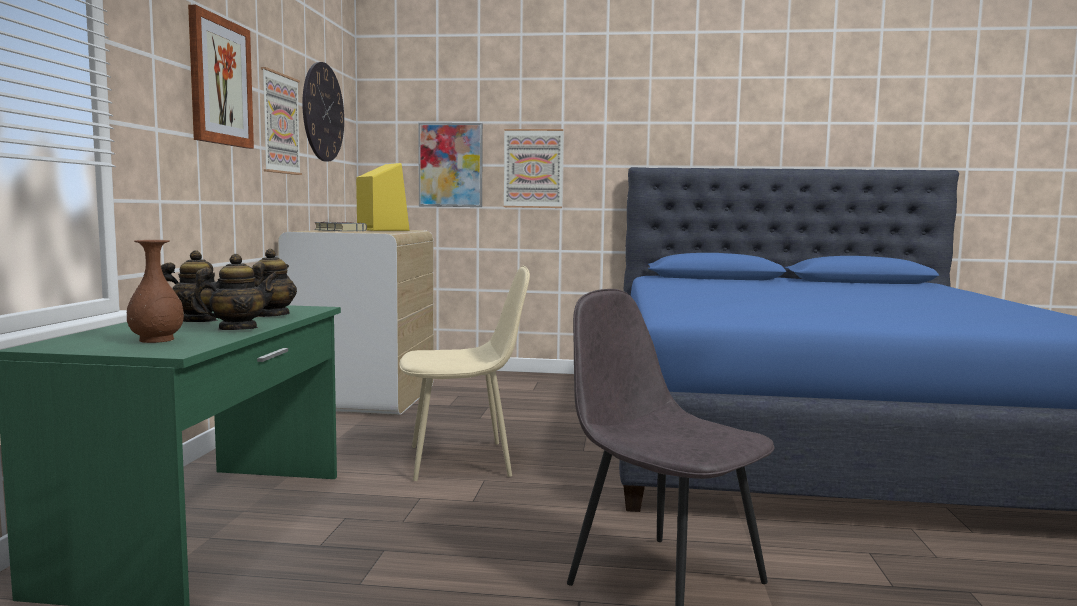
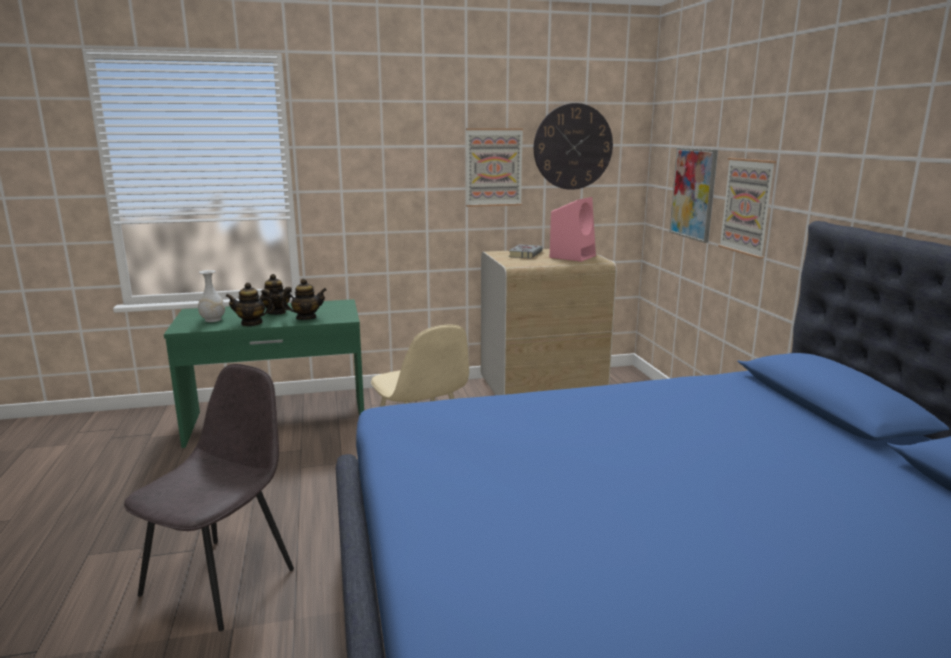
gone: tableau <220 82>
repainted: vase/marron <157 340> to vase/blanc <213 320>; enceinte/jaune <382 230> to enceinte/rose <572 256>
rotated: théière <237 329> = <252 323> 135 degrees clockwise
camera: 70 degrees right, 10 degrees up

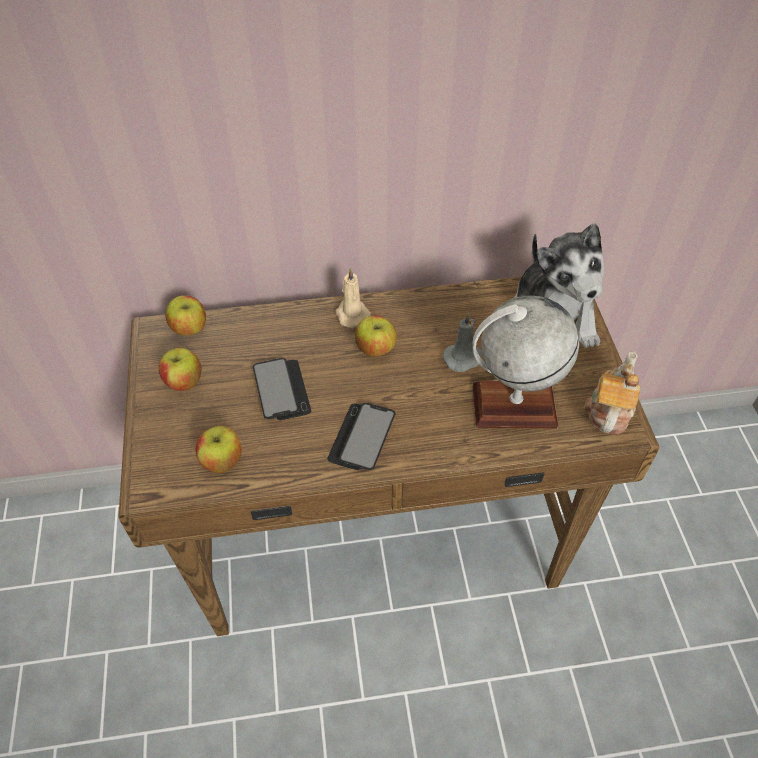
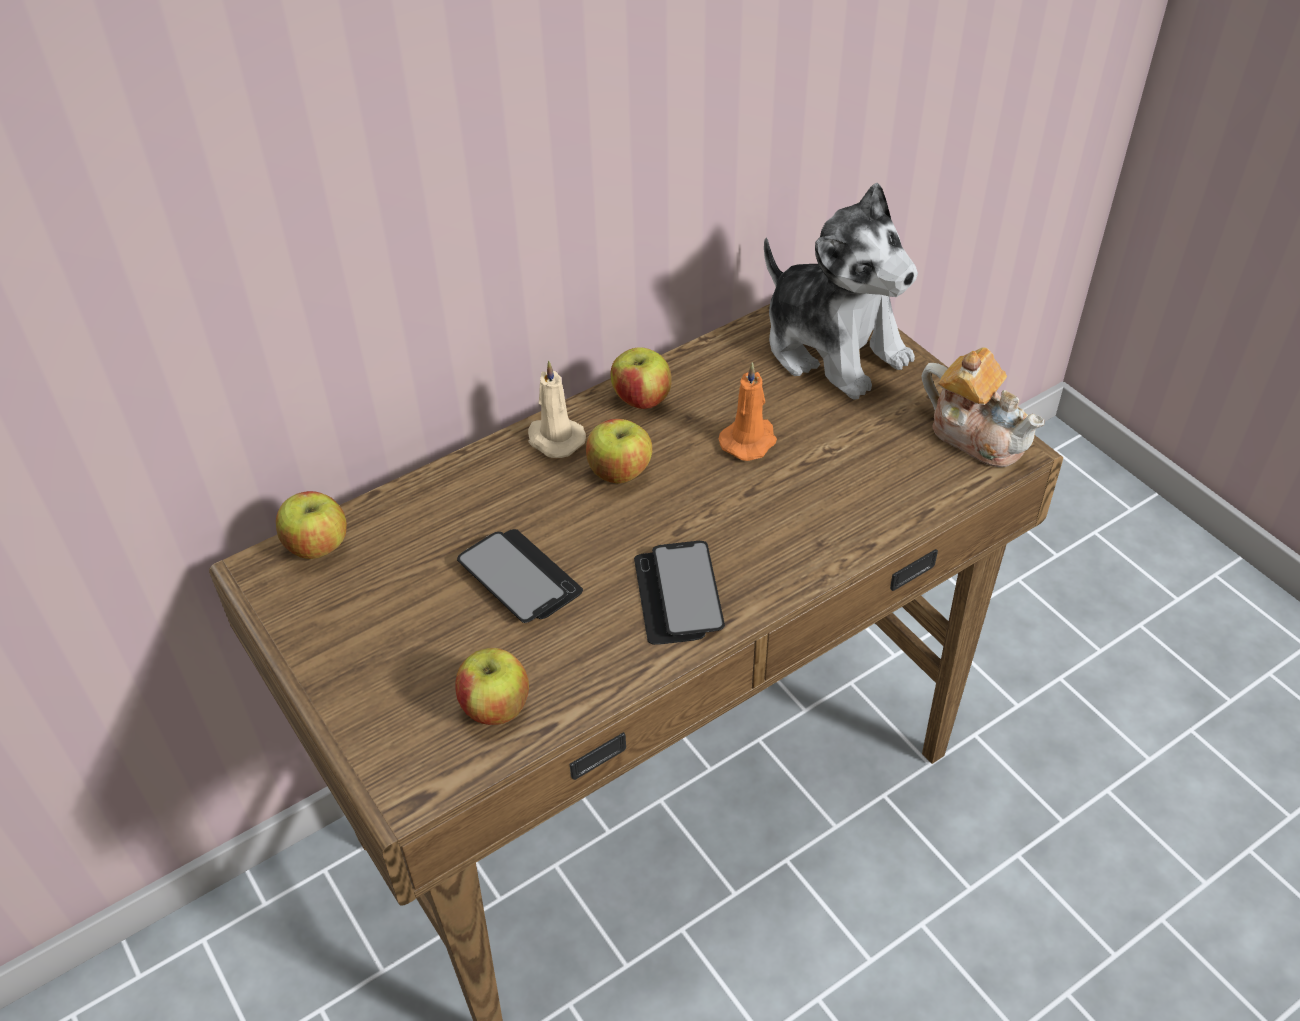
gone: globe <513 405>
shifted: pomme <184 382> to <641 400>
repainted: bougie/gris <463 358> to bougie/orange <749 440>
rotated: théière <609 409> = <976 434> 135 degrees clockwise
camera: 25 degrees left, 5 degrees down

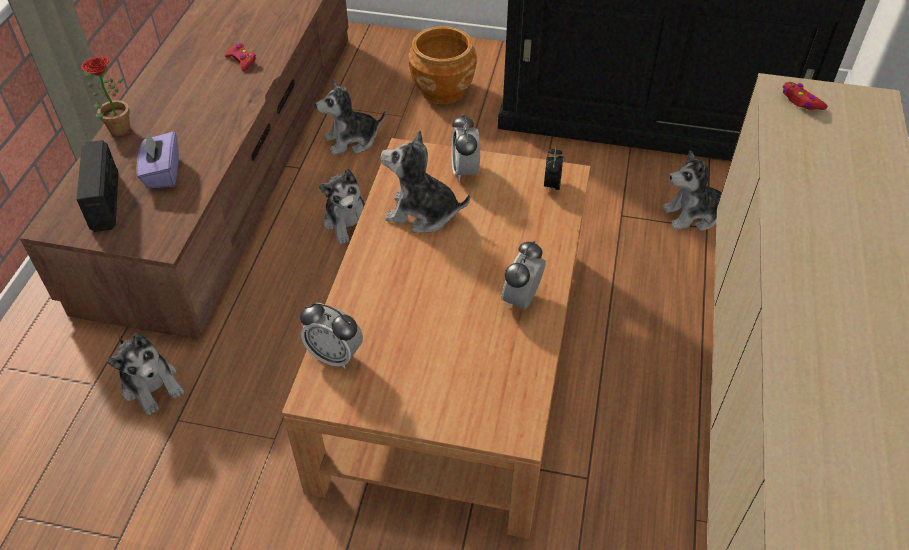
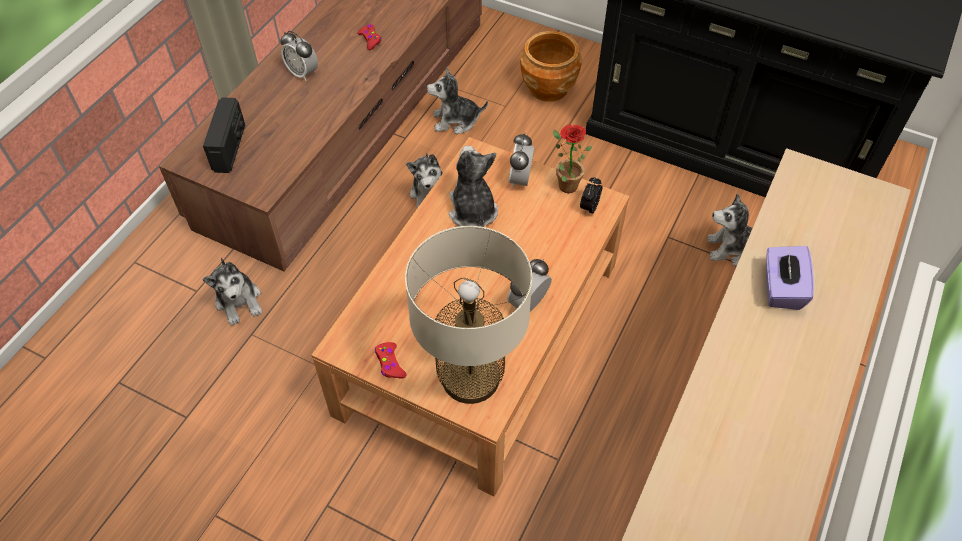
new: lampe de table <470 378>
shifted: plante en pot <116 129> to <564 184>; boîte à mouchoirs/violet <162 173> to <781 288>; réveil <335 355> to <302 73>; manette/rouge <801 101> to <390 364>
rotated: peluche <422 213> = <472 211> 45 degrees clockwise
camera: 15 degrees right, 5 degrees up

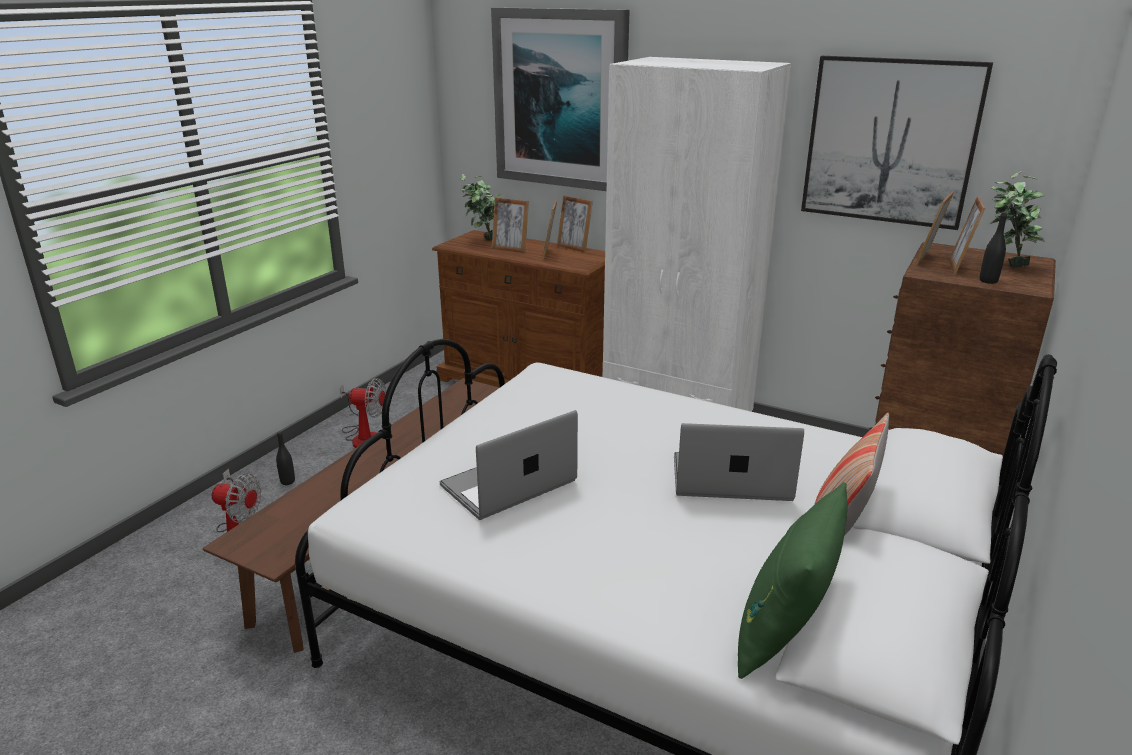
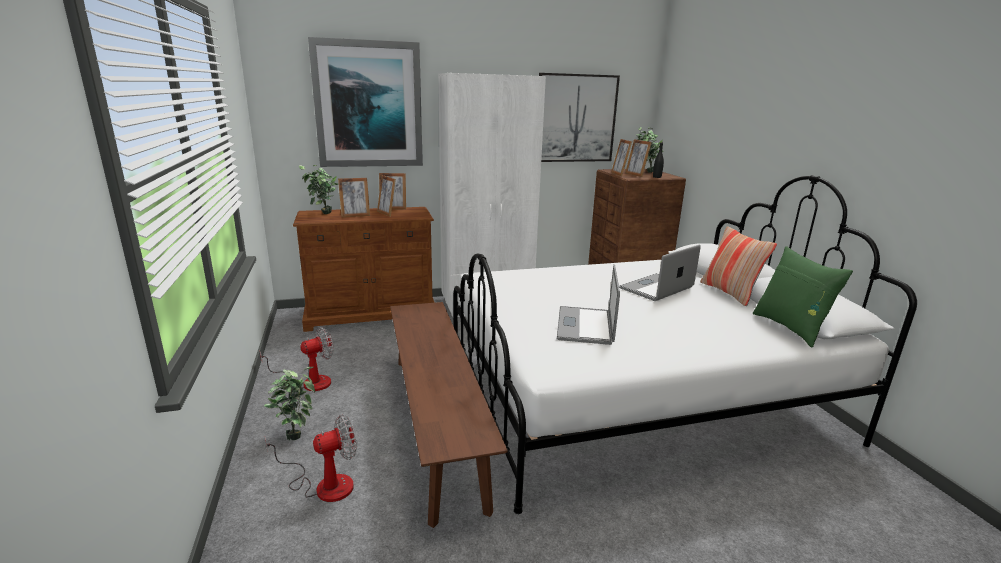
swapped: bouteille/noir <287 481> to plante en pot <296 433>
camera: 45 degrees left, 5 degrees down

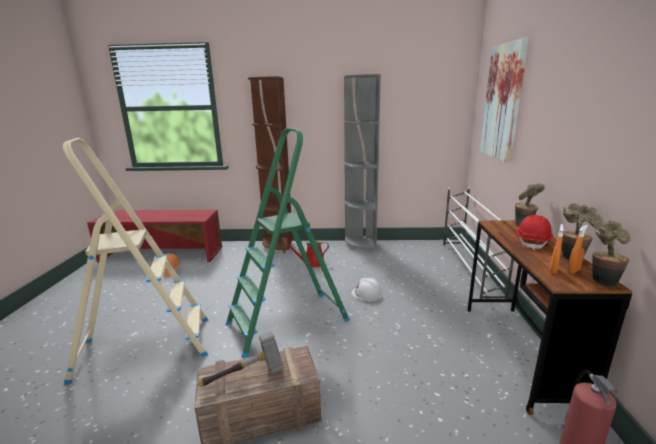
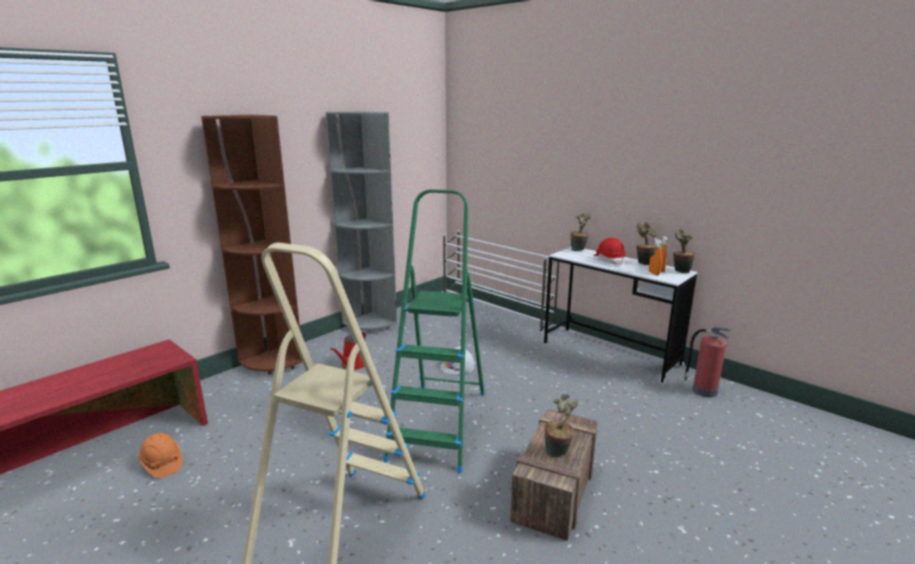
gone: tableau <503 102>
swapped: marteau <245 378> to plante en pot <558 453>
repainted: bureau/marron <519 352> to bureau/blanc <610 354>
camera: 50 degrees left, 0 degrees up

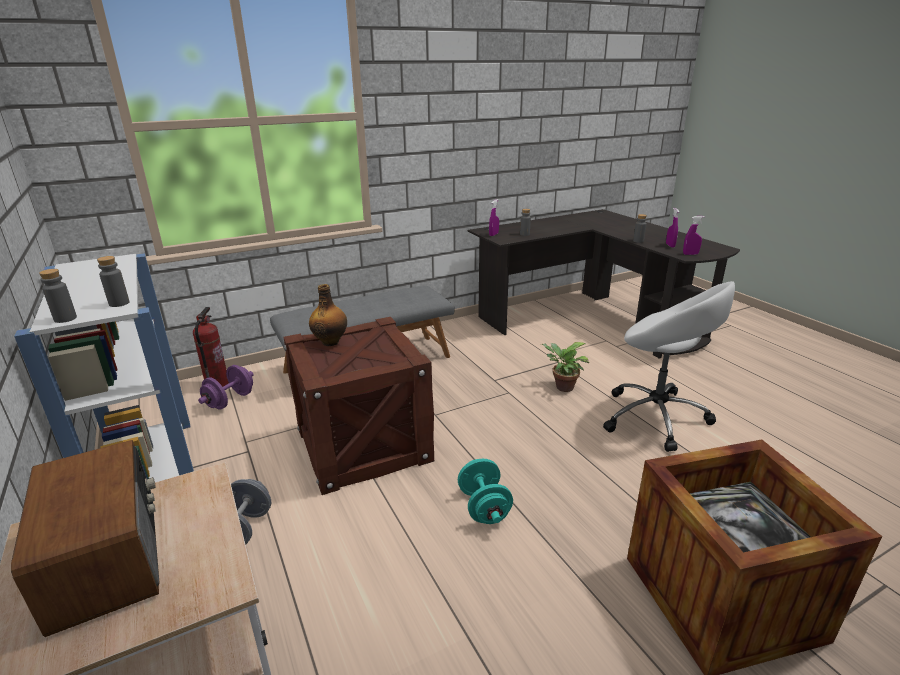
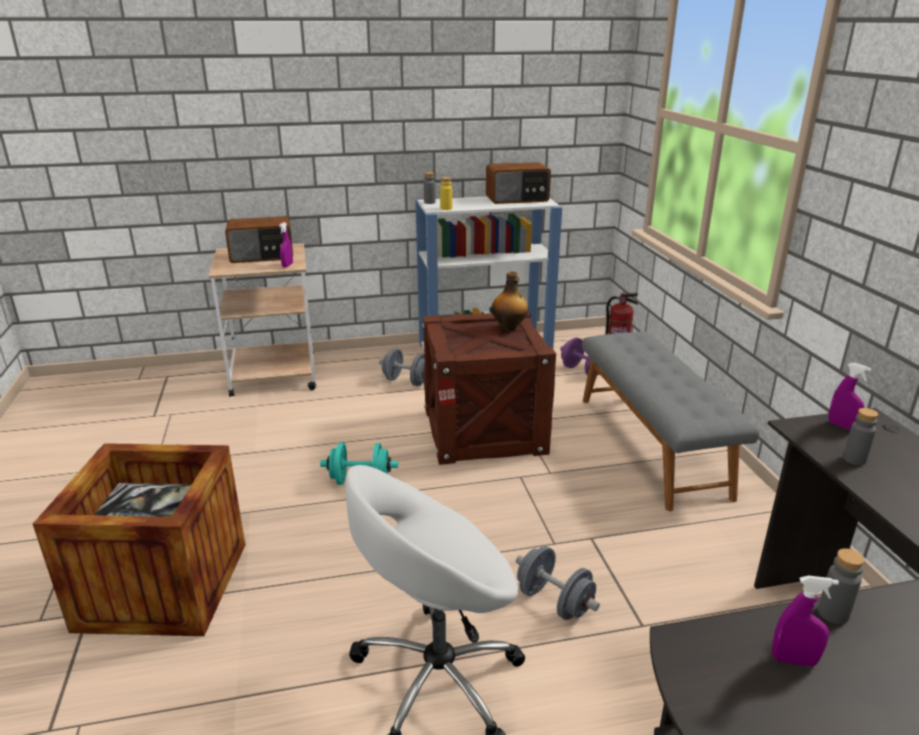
new: radio <517 199>
shifted: vaporisateur/violet <690 254> to <287 265>
swapped: plante en pot <562 387> to haltère/gris <554 602>
repainted: bouteille/gris <119 303> to bouteille/jaune <446 208>
camera: 105 degrees right, 0 degrees up

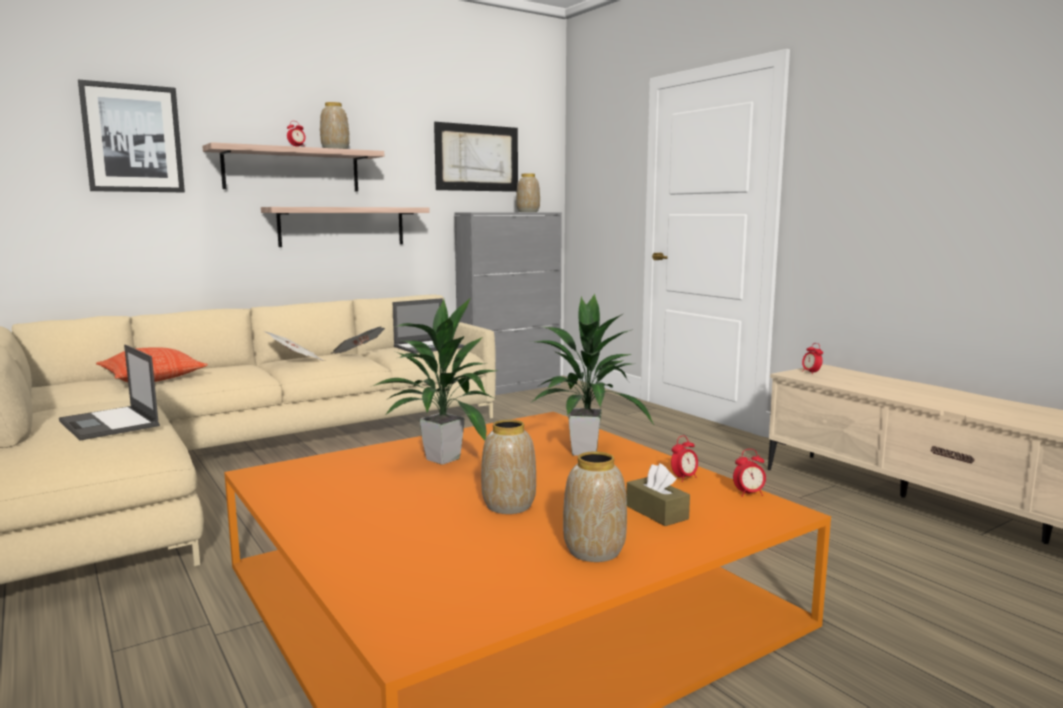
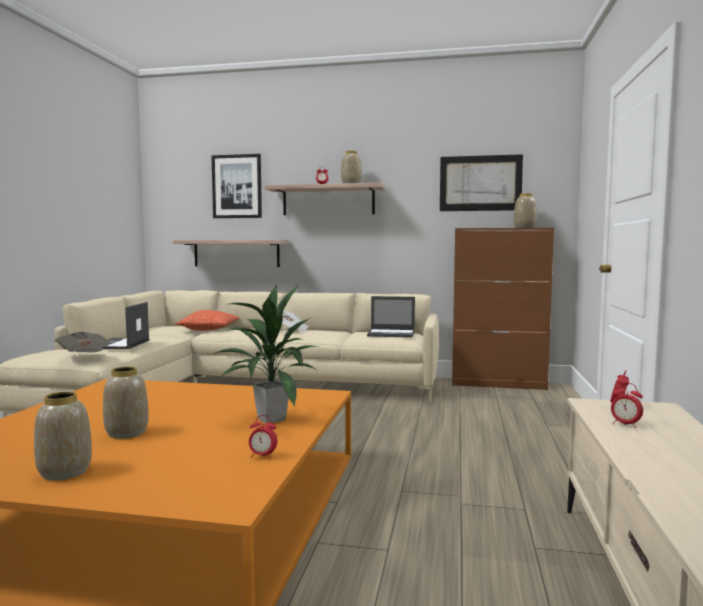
gone: plante en pot <441 459>; boîte à mouchoirs/marron <656 512>
shifted: étagère <342 226> to <236 253>; journal <358 355> to <85 357>; réveil <749 494> to <625 425>
repainted: meuble de rangement/gris <510 388> to meuble de rangement/marron <498 384>
camera: 45 degrees right, 5 degrees down

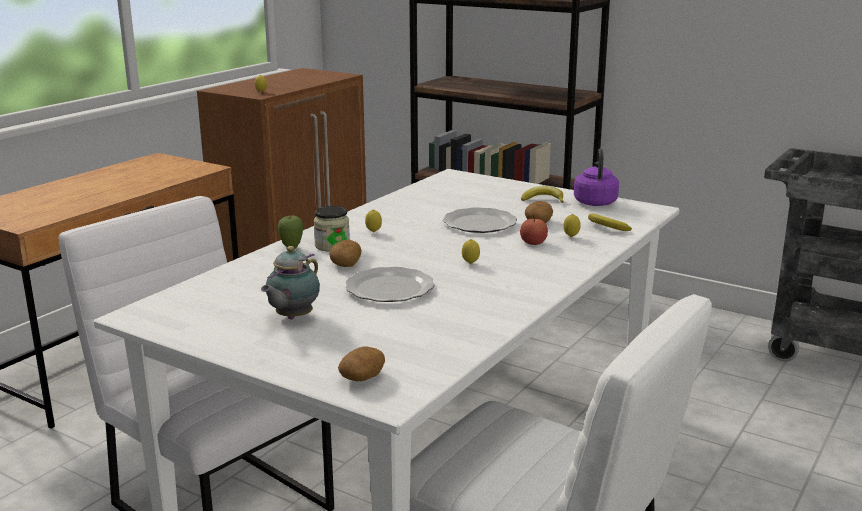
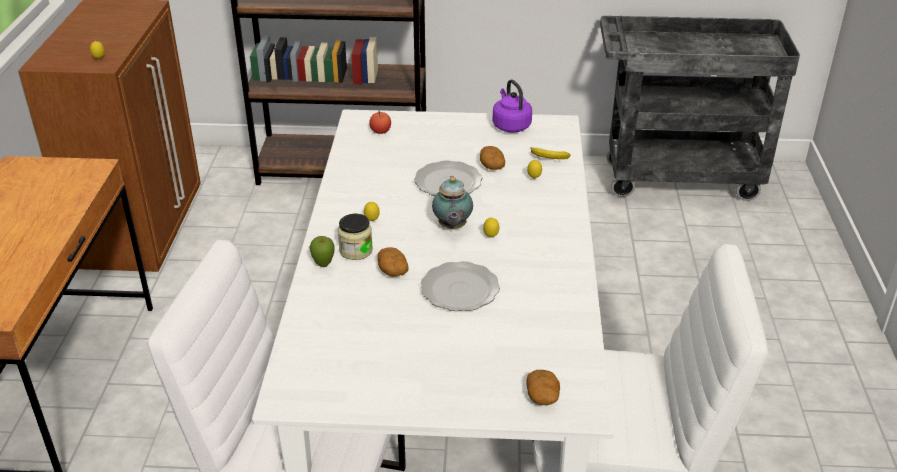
gone: banane <543 200>
shifted: théière <292 318> to <452 227>; pomme <533 243> to <380 131>
camera: 30 degrees left, 15 degrees up

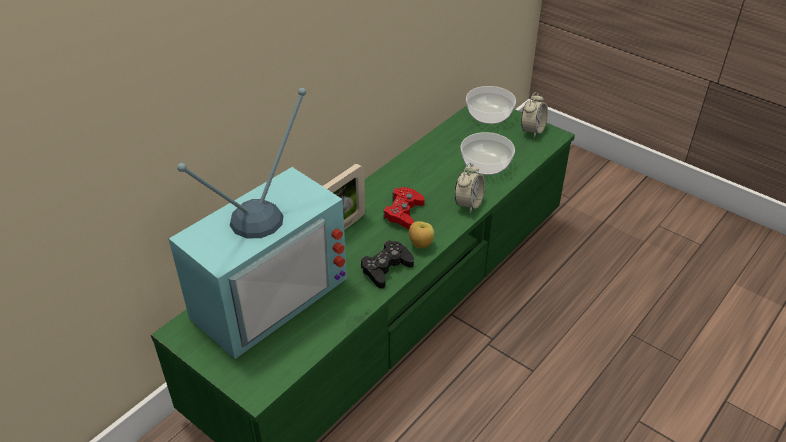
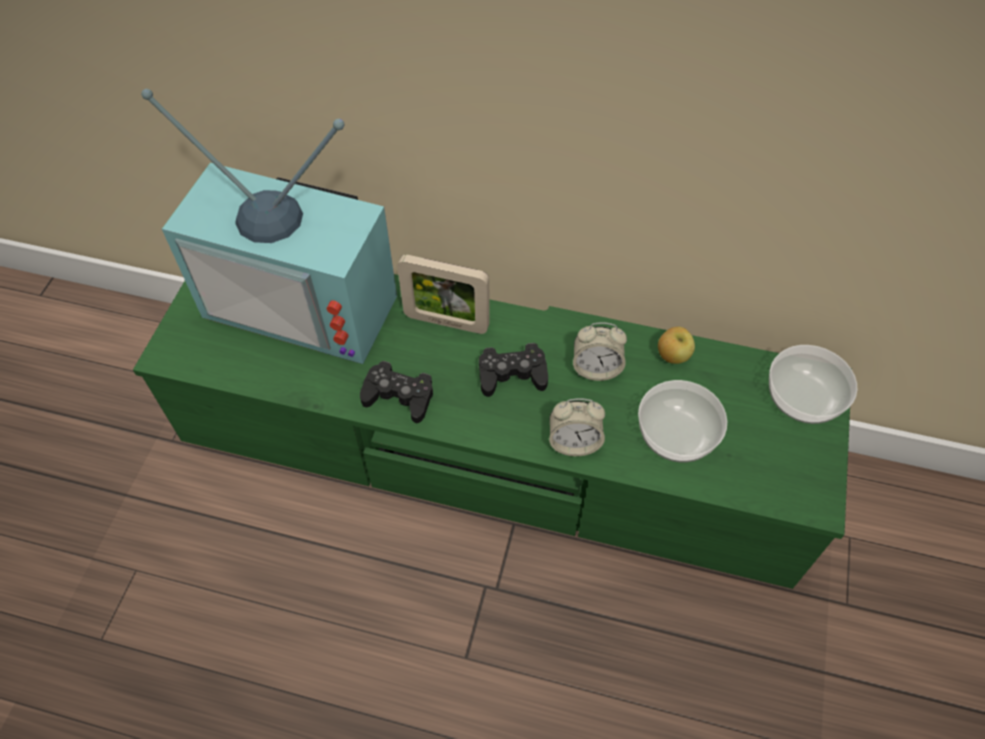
shifted: pomme <420 245> to <672 356>; réveil <532 130> to <596 368>
repainted: manette/rouge <403 213> to manette/noir <512 375>
camera: 65 degrees right, 15 degrees up

